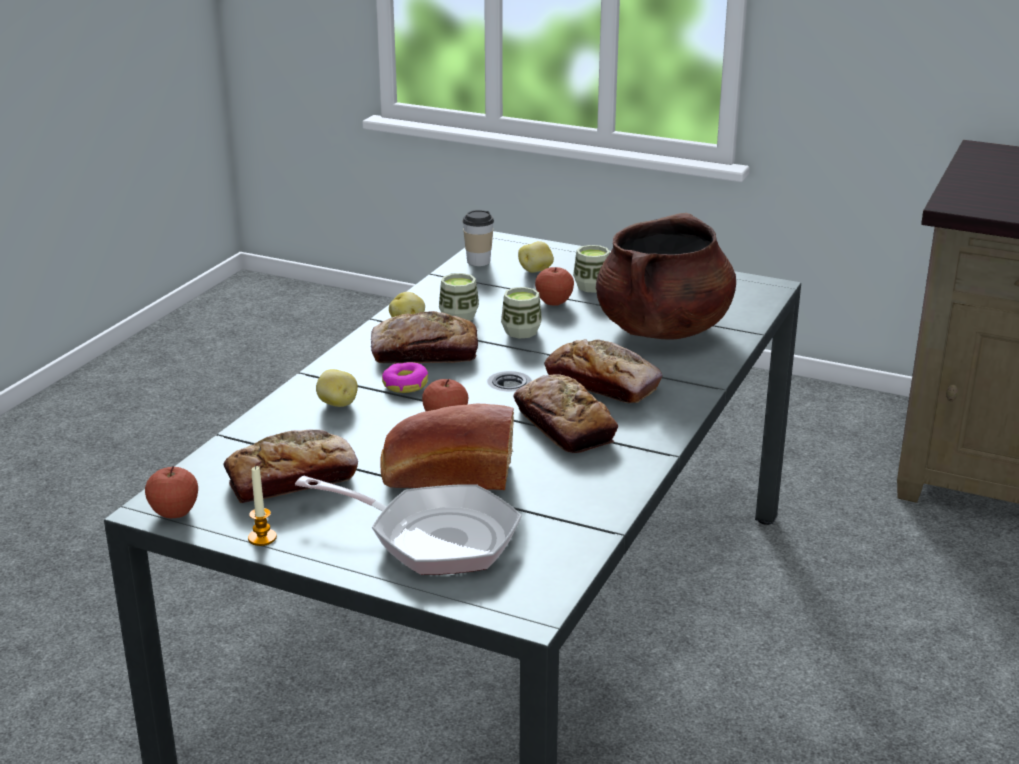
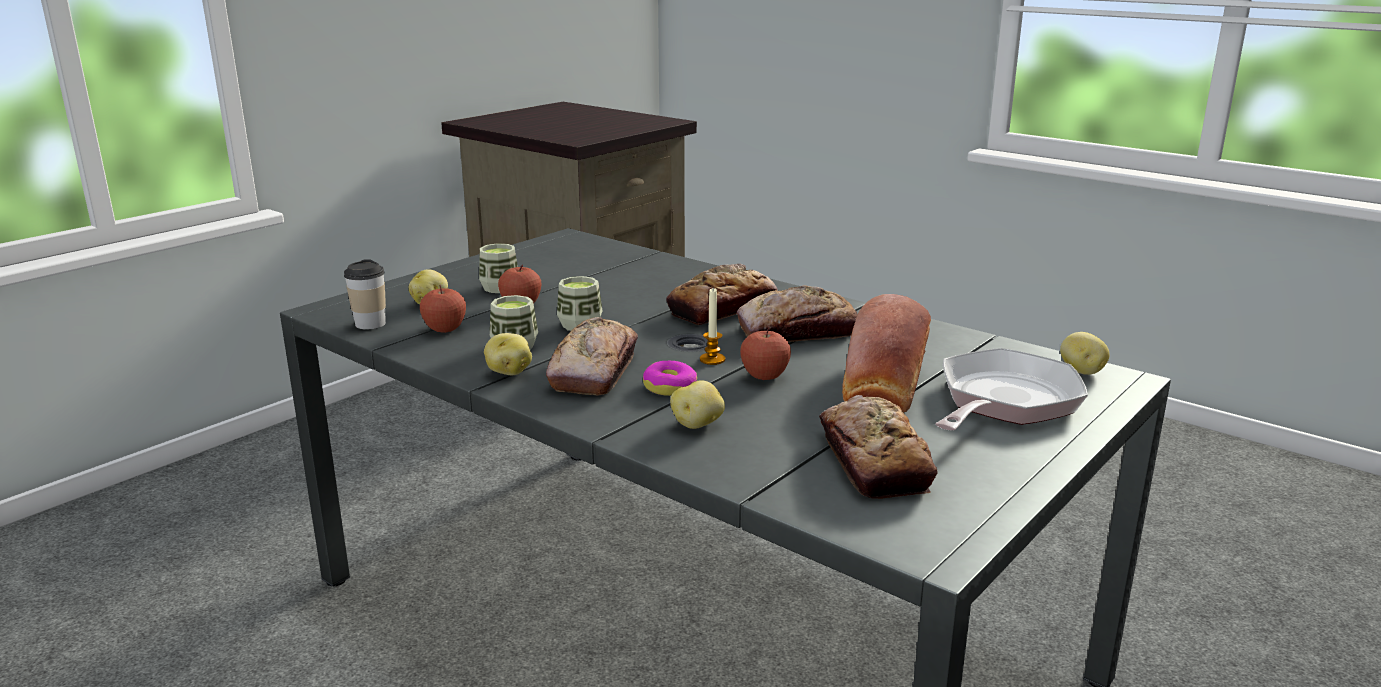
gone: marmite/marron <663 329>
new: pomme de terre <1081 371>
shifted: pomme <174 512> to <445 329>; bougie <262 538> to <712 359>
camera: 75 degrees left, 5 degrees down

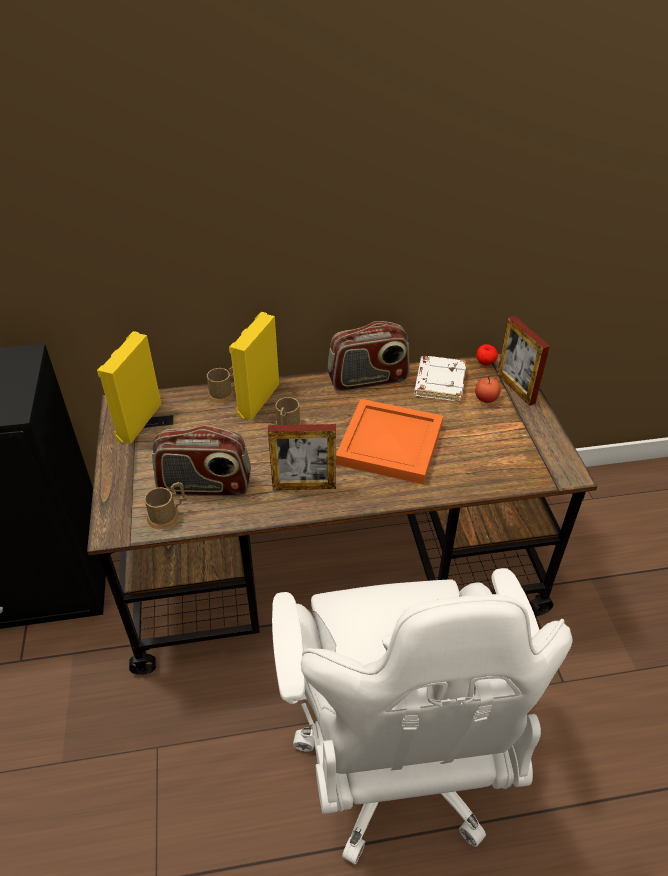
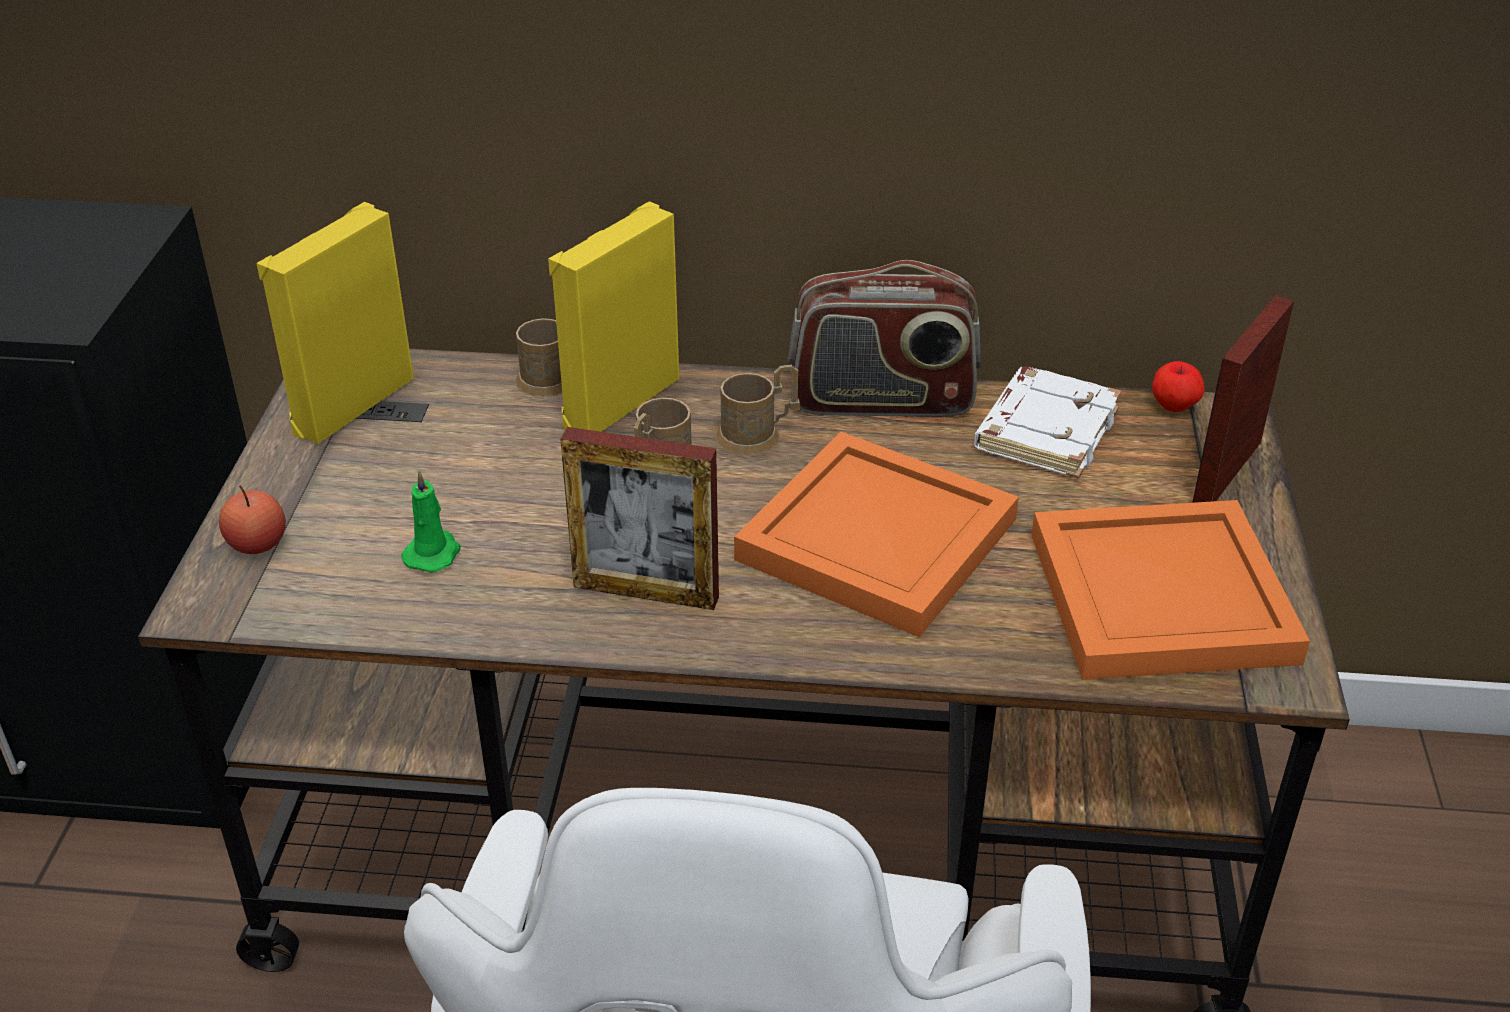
new: plateau/orange <1163 594>
shifted: mug/marron <168 515> to <757 435>; pomme <486 398> to <257 544>
swapped: radio <205 486> to bougie/vert <433 553>
rotated: cadre photo <515 388> = <1227 471> 45 degrees clockwise
camera: 15 degrees right, 5 degrees down

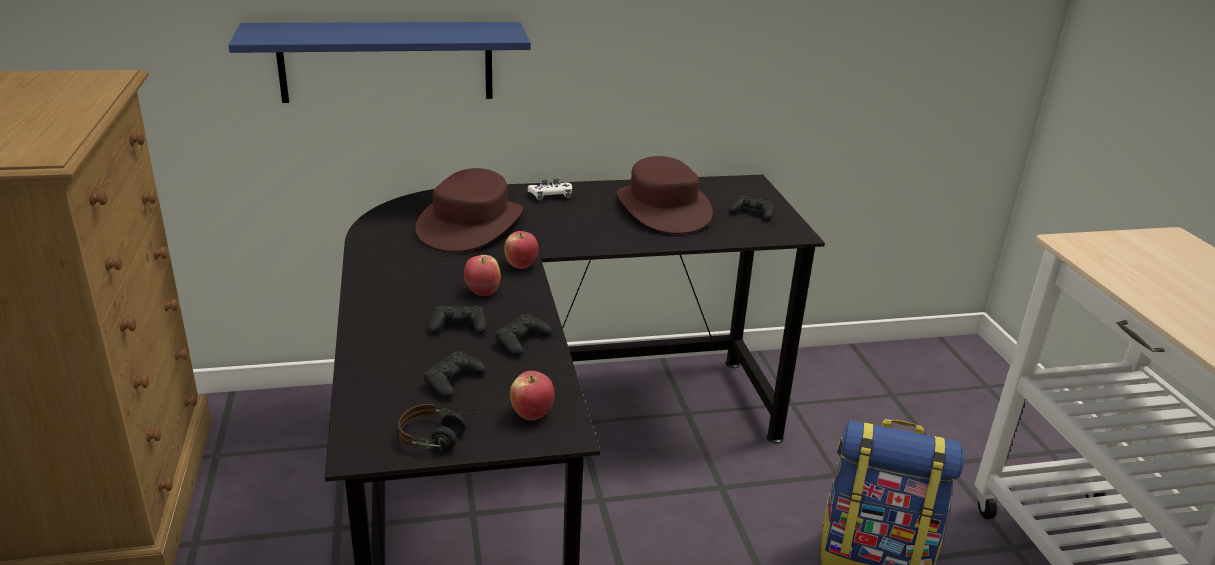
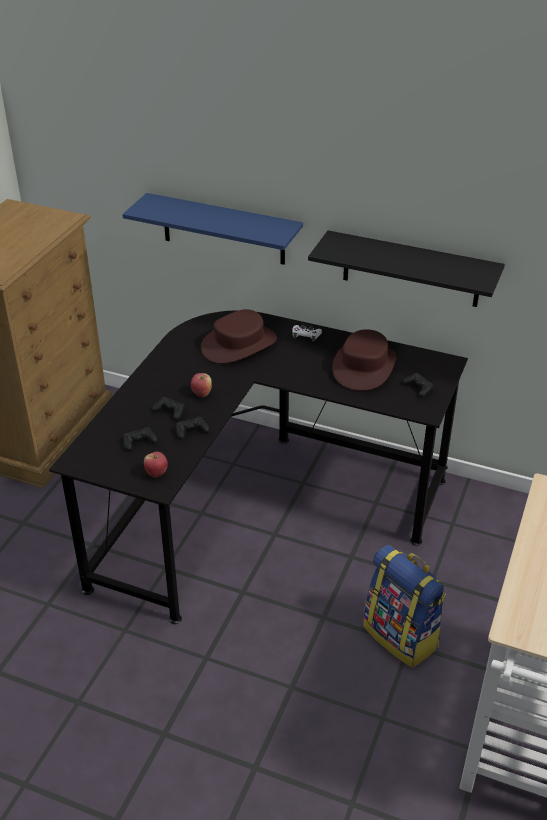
gone: casque audio <449 438>; pomme <521 265>
new: étagère/noir <411 269>
camera: 35 degrees right, 10 degrees up

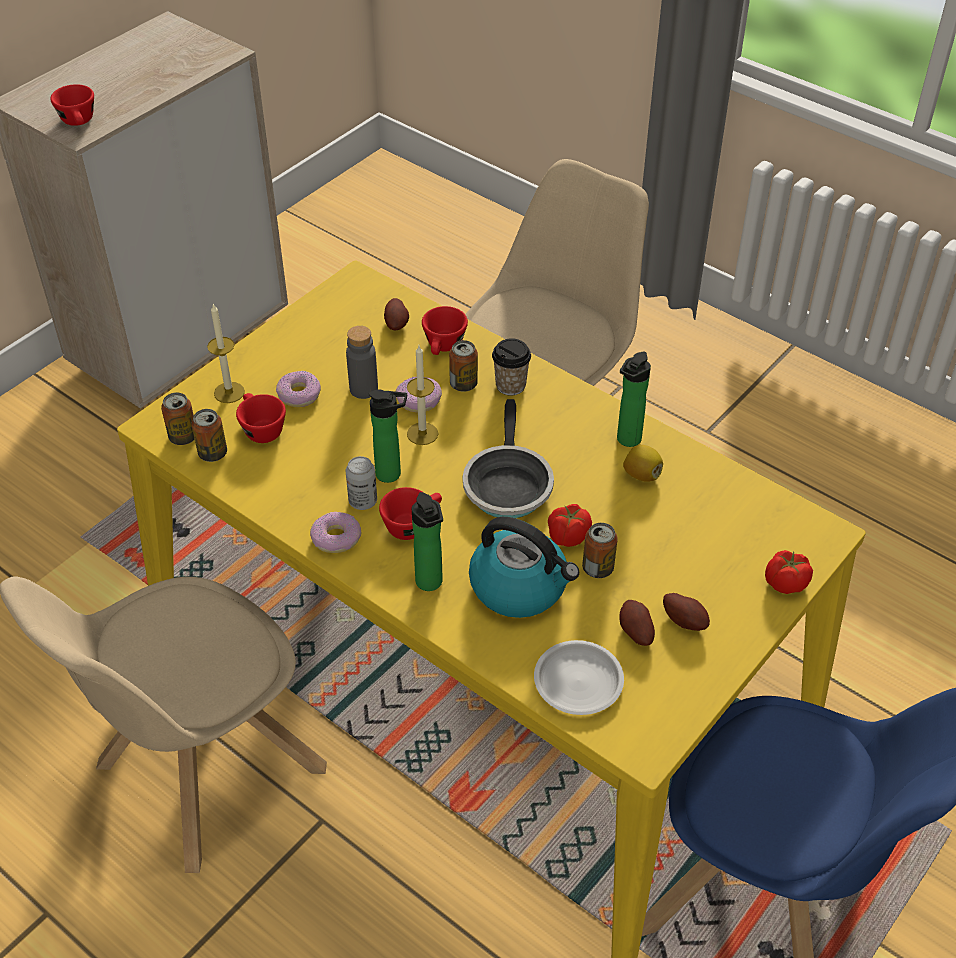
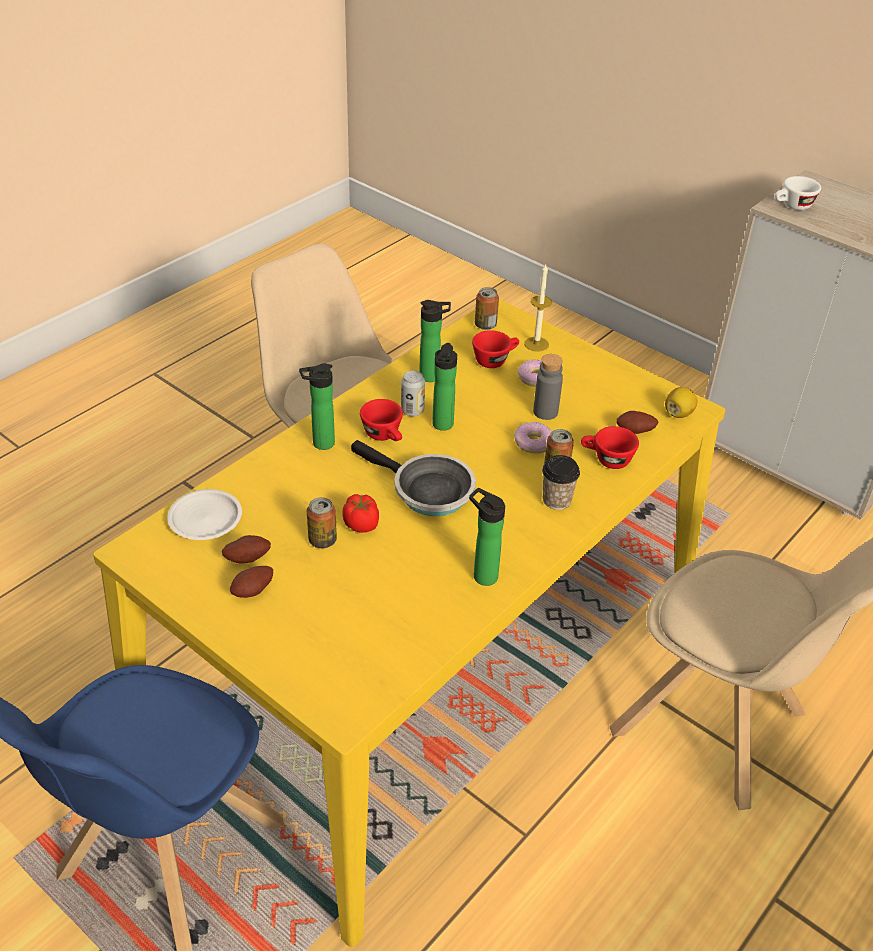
gone: boîte métallique <212 453>; beignet <336 538>; bougie <422 433>; bouilloire <520 587>; tomate <785 583>
new: bouteille <432 376>
shifted: citron <641 475> to <678 413>
repainted: tasse/rouge <79 122> to tasse/blanc <792 206>
rotated: poêle <507 484> = <427 491> 150 degrees counterclockwise
camera: 90 degrees right, 5 degrees down

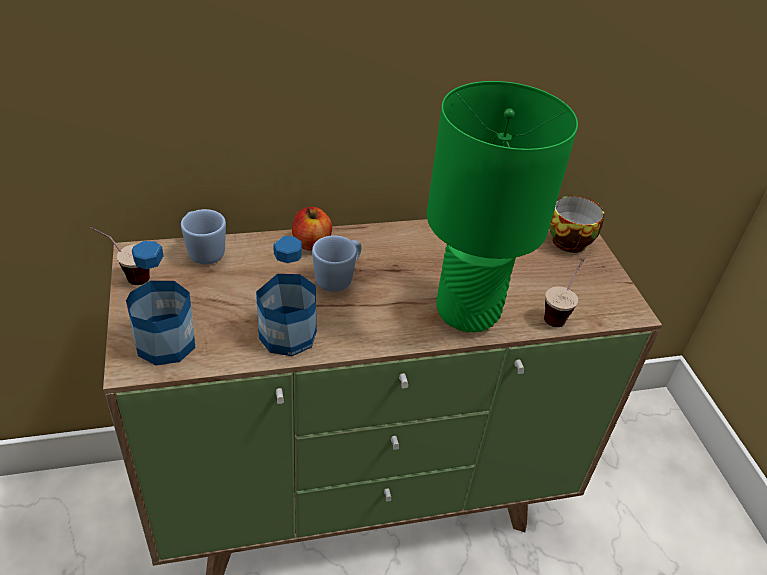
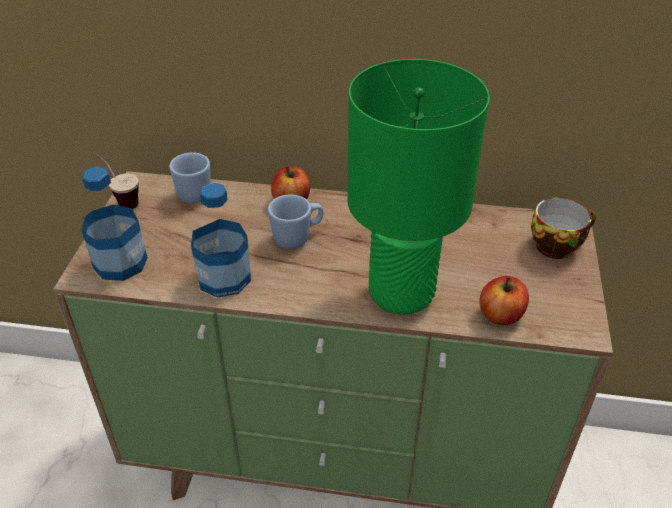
swapped: tasse <559 313> to pomme <501 315>
camera: 25 degrees right, 0 degrees up

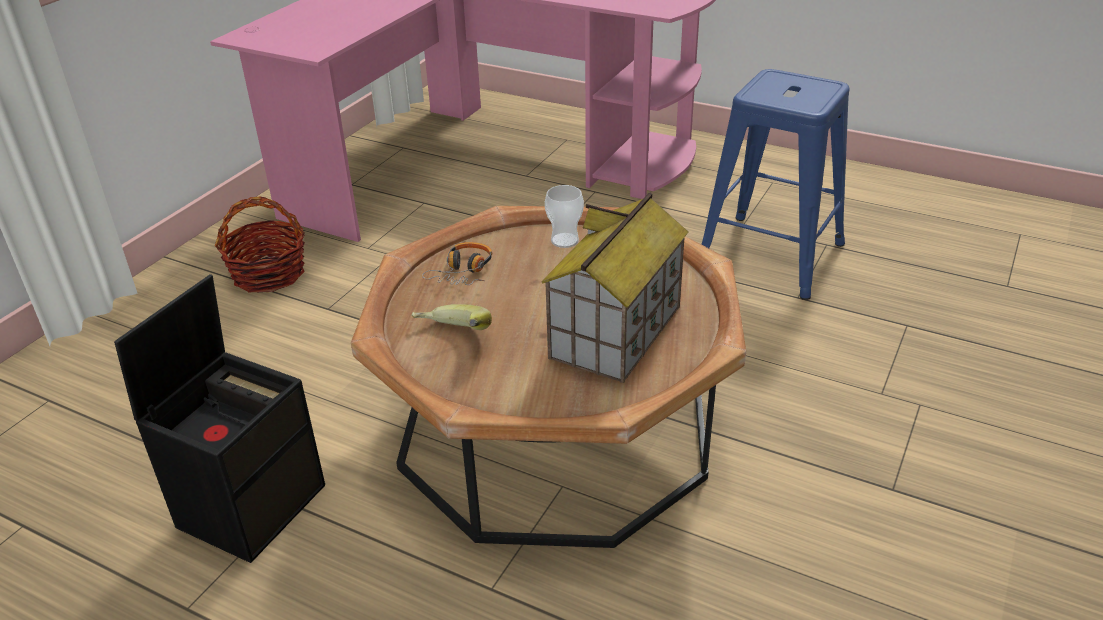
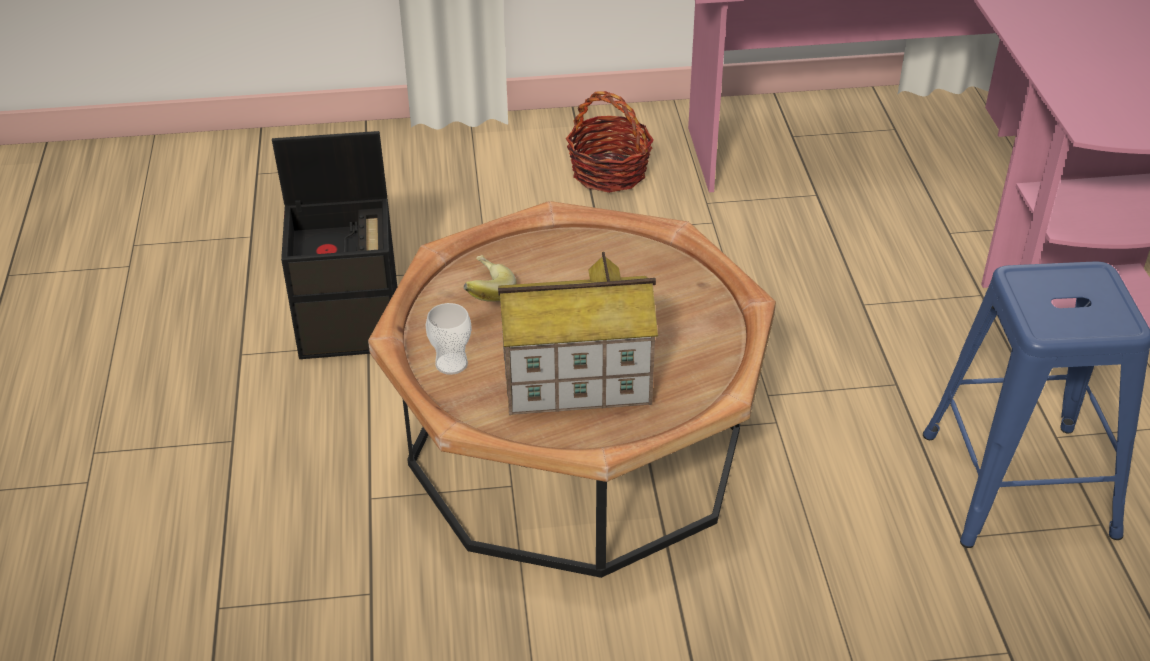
gone: casque audio <463 272>
shifted: tasse <564 240> to <451 364>
camera: 55 degrees right, 5 degrees up

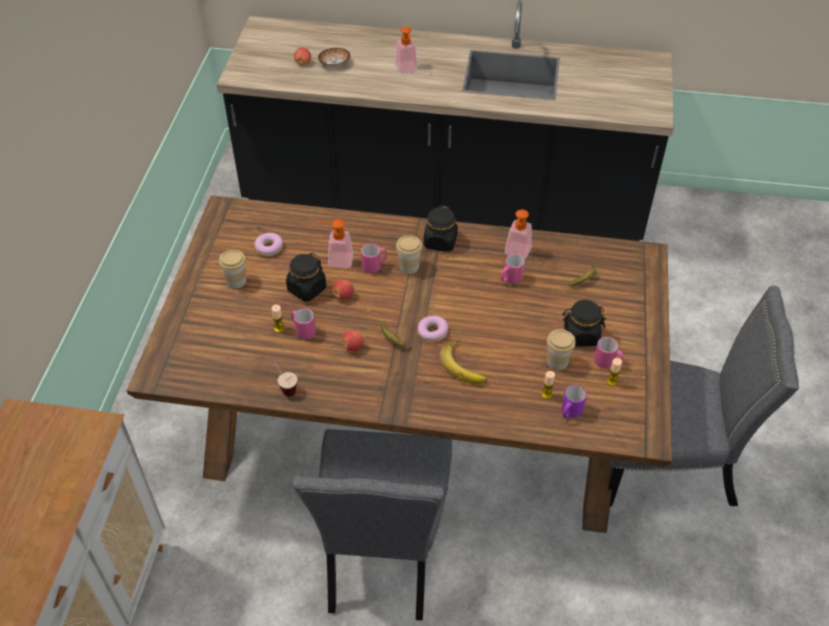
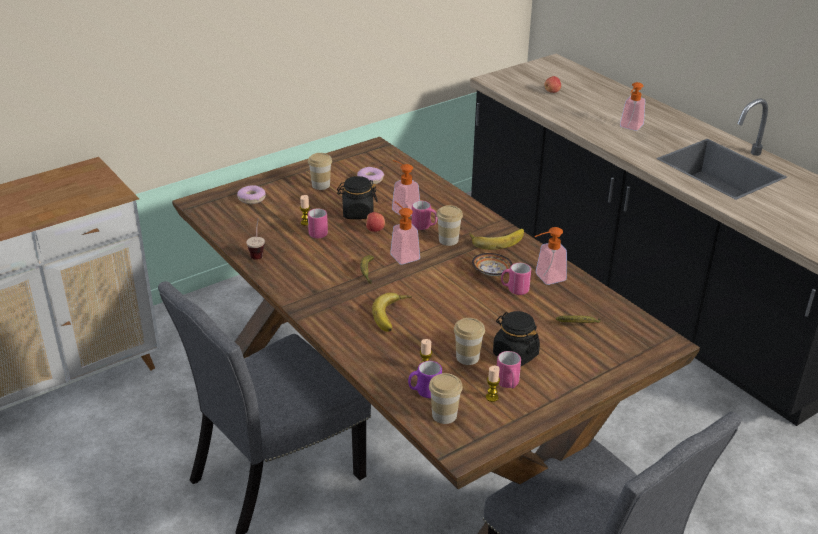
gone: pomme <353 347>
new: distributeur de savon <402 254>; tasse <444 415>
shifted: bol <334 64> to <491 273>; beignet <432 332> to <251 199>
swapped: bocal/noir <440 241> to banane <496 239>
camera: 45 degrees right, 15 degrees down

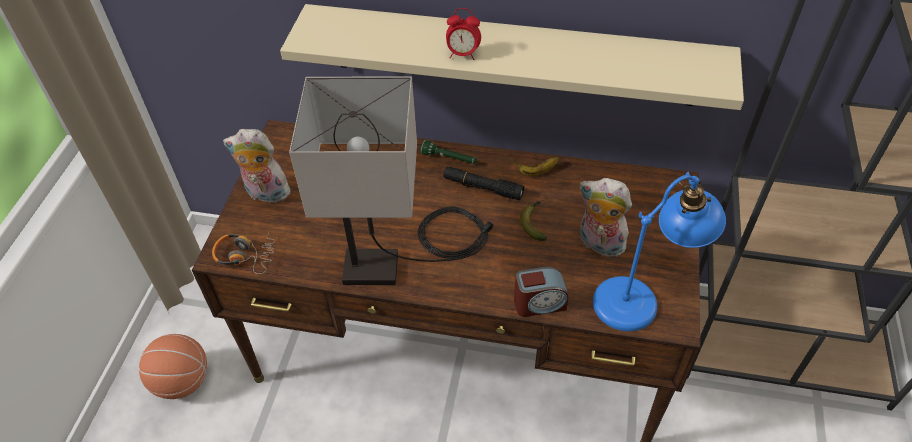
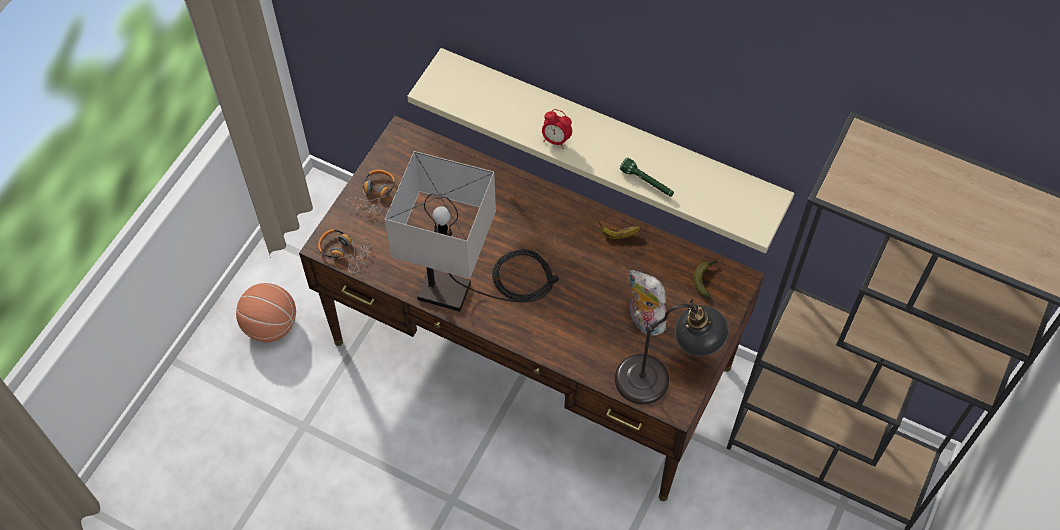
gone: lampe de poche/noir <482 188>; réveil <539 303>
shifted: lampe de poche/vert <449 158> to <647 183>; banane <534 223> to <705 279>
swapped: peluche <265 194> to casque audio <374 195>
repainted: lampe de table/bleu <646 290> to lampe de table/gris <665 373>
camera: 15 degrees right, 10 degrees up

